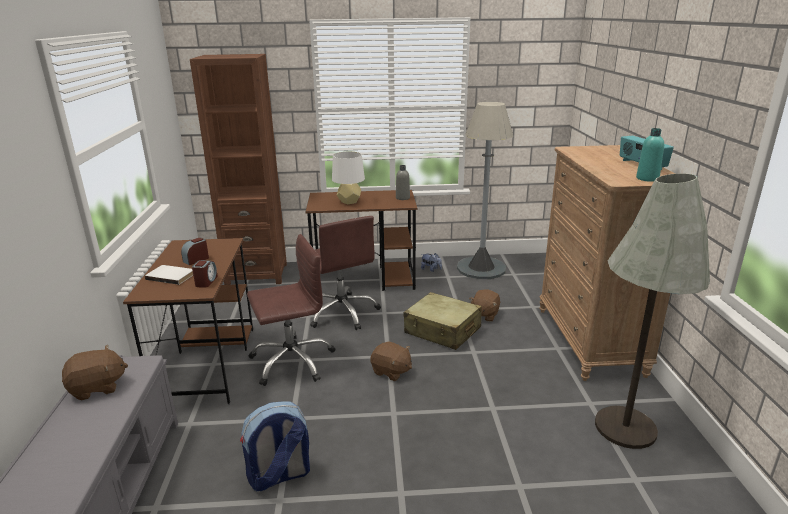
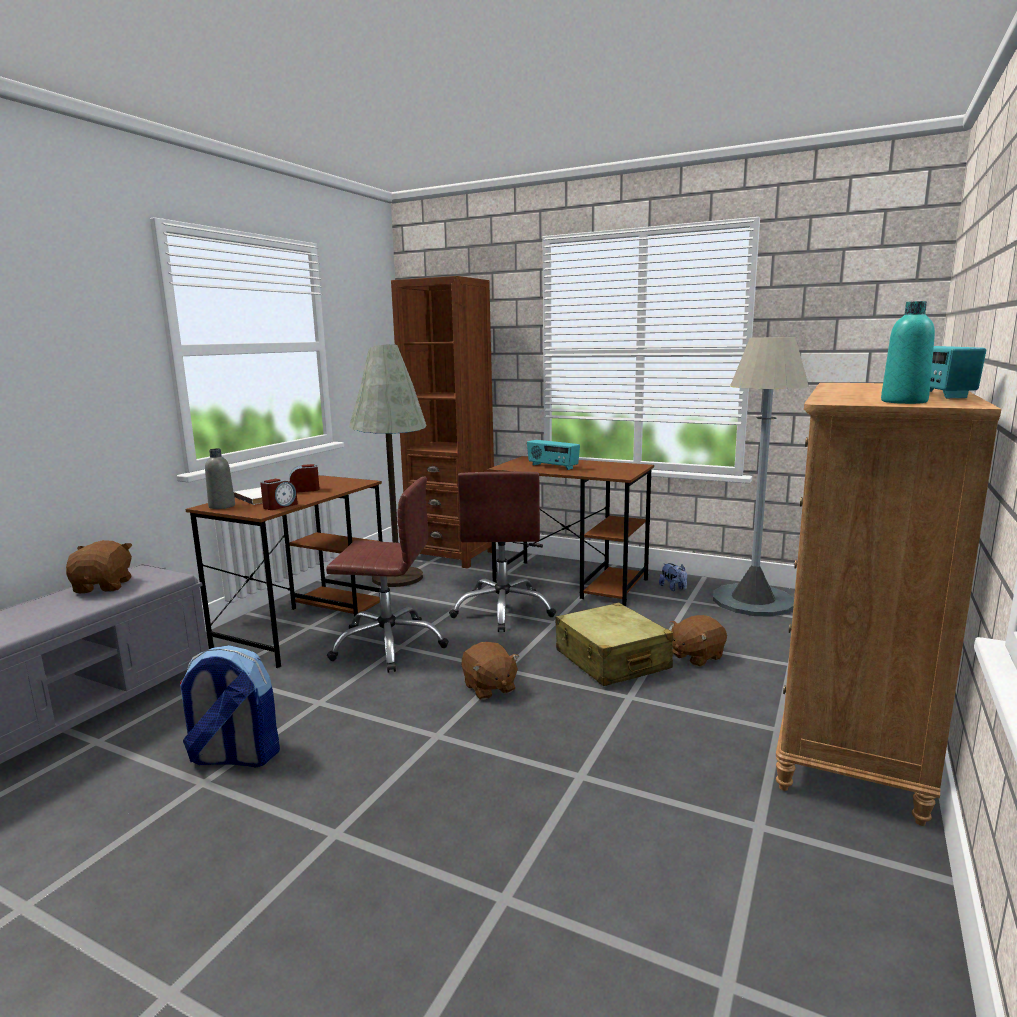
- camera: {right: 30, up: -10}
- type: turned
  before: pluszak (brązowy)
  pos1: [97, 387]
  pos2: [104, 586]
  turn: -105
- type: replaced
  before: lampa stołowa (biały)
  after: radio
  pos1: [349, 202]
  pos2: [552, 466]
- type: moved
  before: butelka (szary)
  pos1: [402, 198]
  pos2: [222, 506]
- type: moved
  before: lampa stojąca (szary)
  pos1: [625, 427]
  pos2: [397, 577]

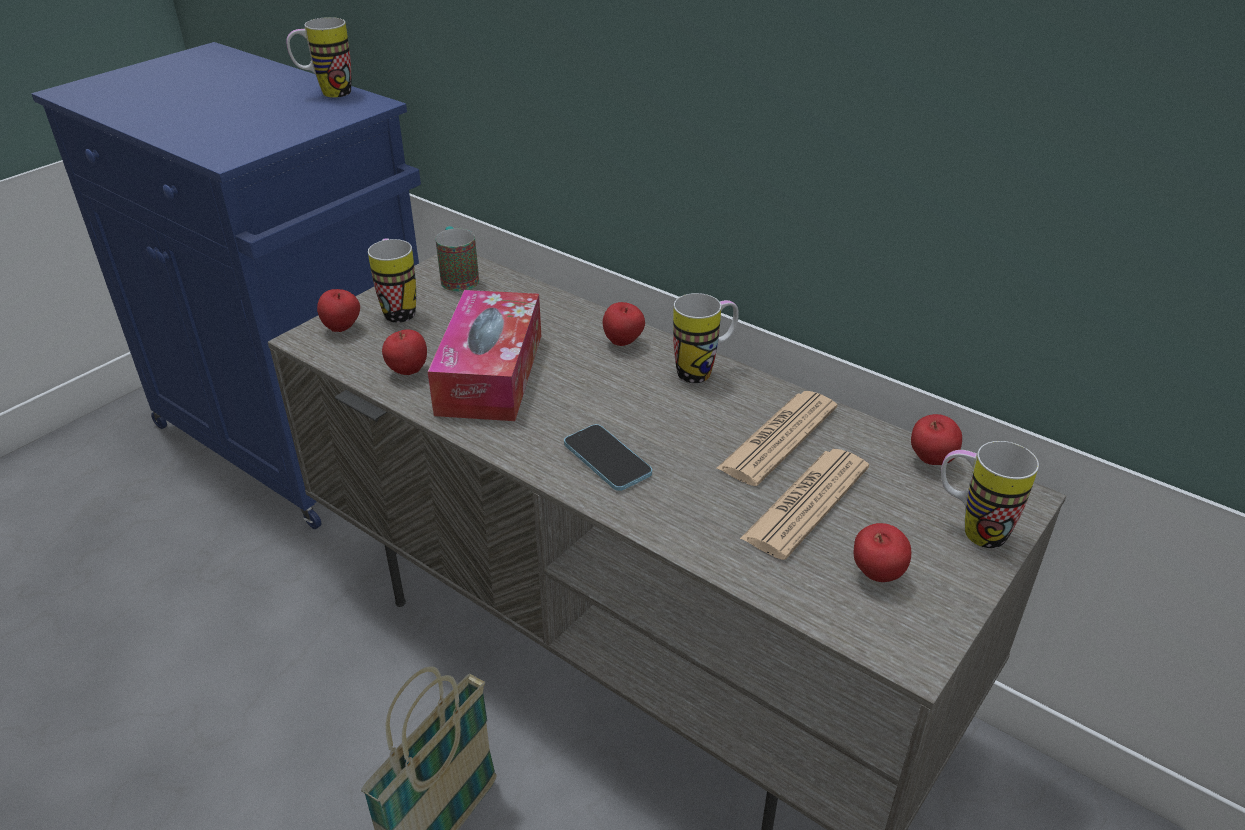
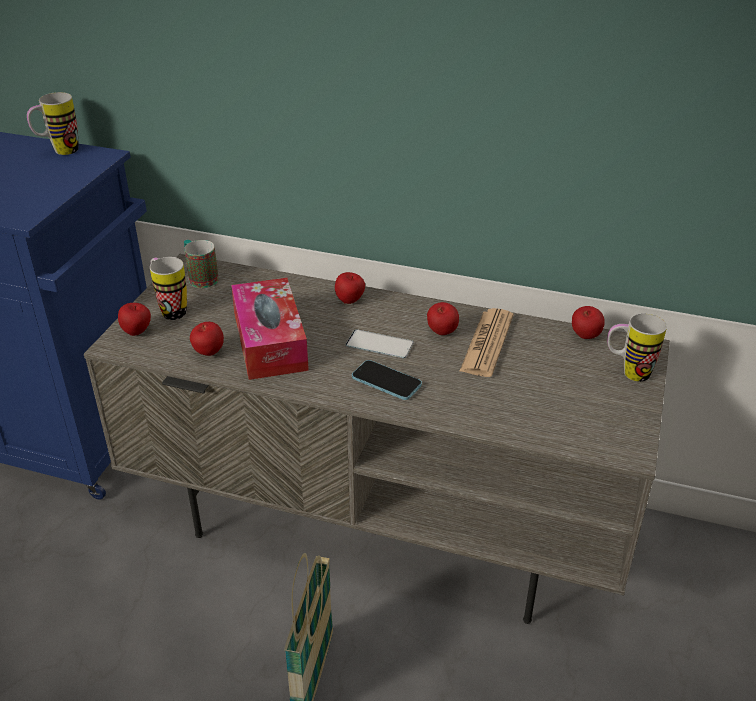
- camera: {right: -20, up: 0}
- type: removed
  before: kubek
  pos1: [704, 371]
- type: removed
  before: gazeta
  pos1: [806, 503]
- type: moved
  before: jabłko
  pos1: [876, 575]
  pos2: [441, 333]
- type: added
  after: telefon
  pos2: [379, 344]

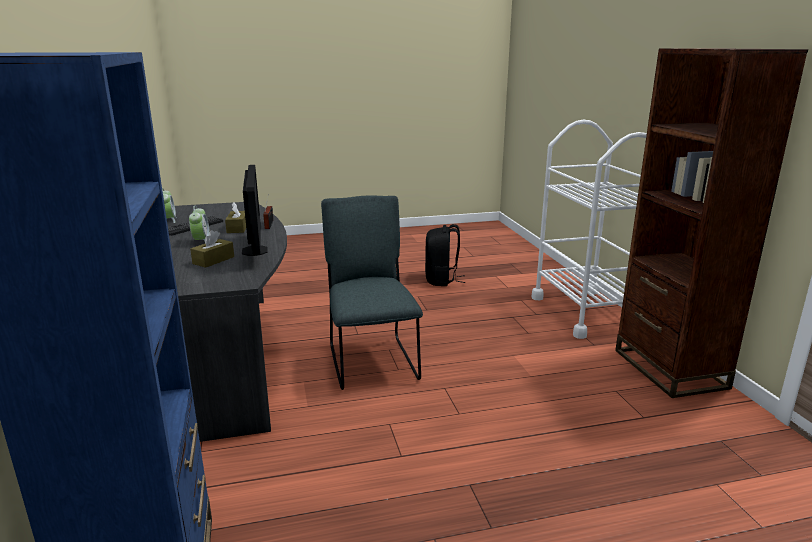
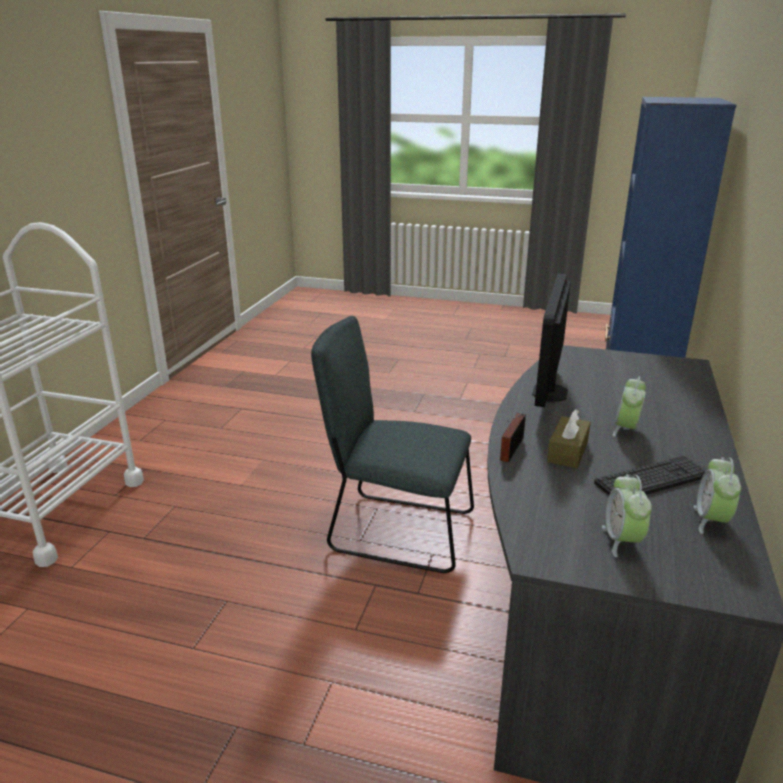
- camera: {right: -150, up: 5}
- type: removed
  before: pudełko chusteczek (brązowy)
  pos1: [213, 260]
- type: turned
  before: krzesło (szary)
  pos1: [371, 360]
  pos2: [395, 530]
  turn: 90
- type: removed
  before: plecak (czarny)
  pos1: [442, 280]
- type: removed
  before: regał (brązowy)
  pos1: [669, 369]
- type: added
  after: budzik
  pos2: [622, 541]

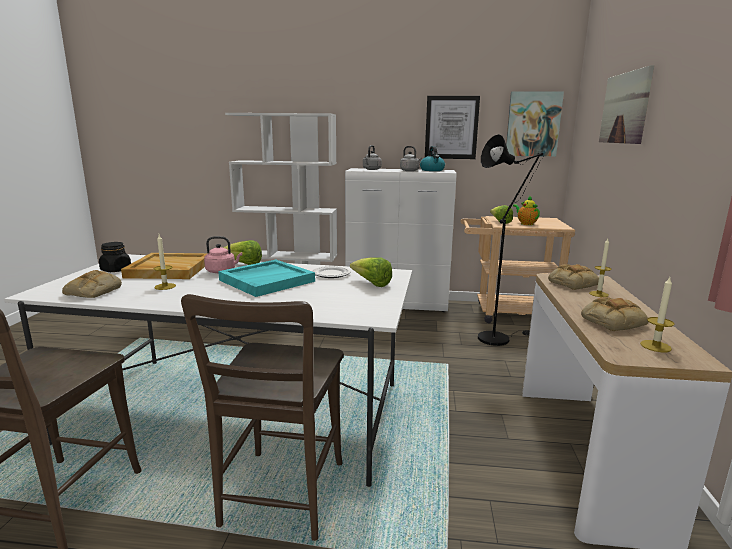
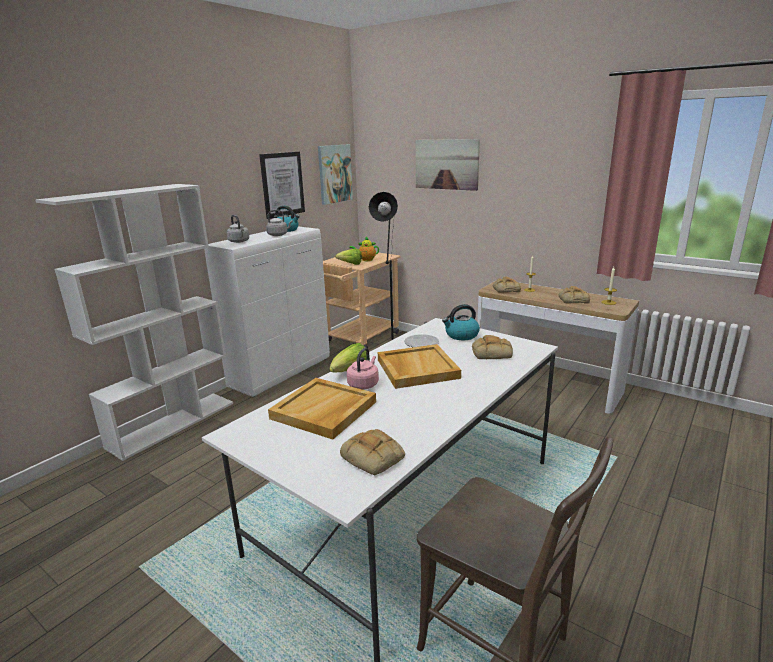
- camera: {right: -60, up: 5}
- type: removed
  before: słoik (czarny)
  pos1: [116, 270]
- type: removed
  before: świeca
  pos1: [165, 286]
- type: removed
  before: krzesło (brązowy)
  pos1: [281, 498]
- type: recoloured
  before: taca (turkusowy)
  after: taca (beżowy)
  pos1: [267, 280]
  pos2: [416, 368]
- type: replaced
  before: sałata
  after: czajnik
  pos1: [372, 284]
  pos2: [461, 335]
- type: added
  after: chleb
  pos2: [492, 353]

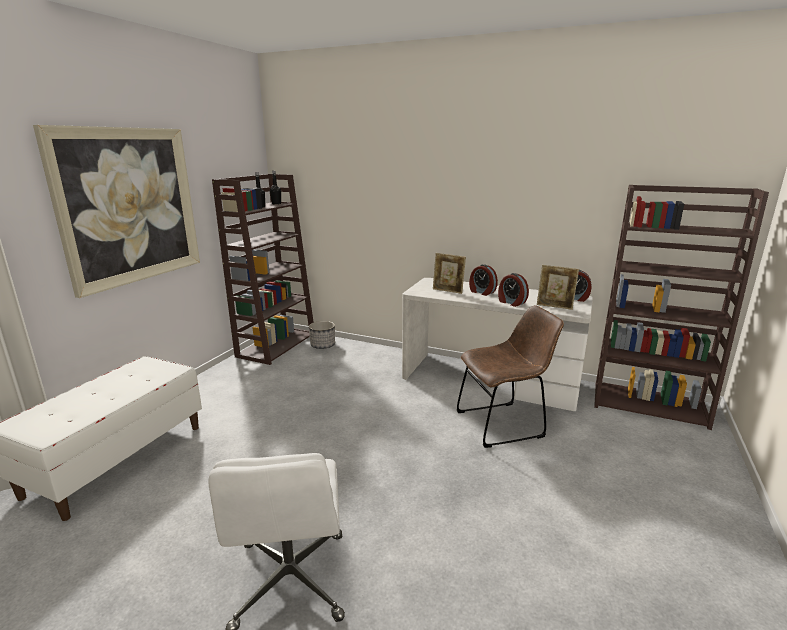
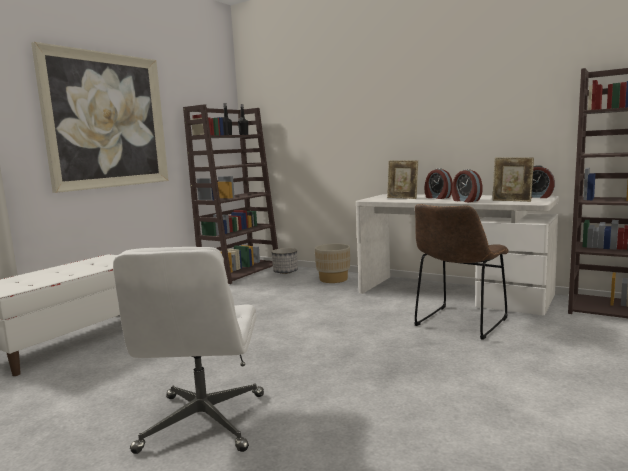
- camera: {right: 10, up: -10}
- type: turned
  before: krzesło (brązowy)
  pos1: [503, 423]
  pos2: [459, 324]
  turn: 135
- type: added
  after: donica (beżowy)
  pos2: [333, 279]

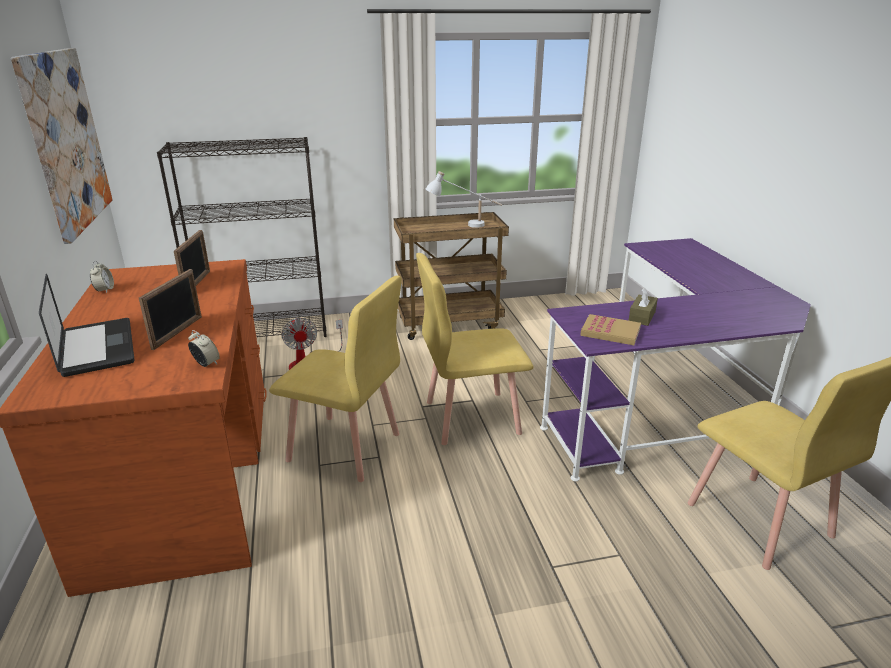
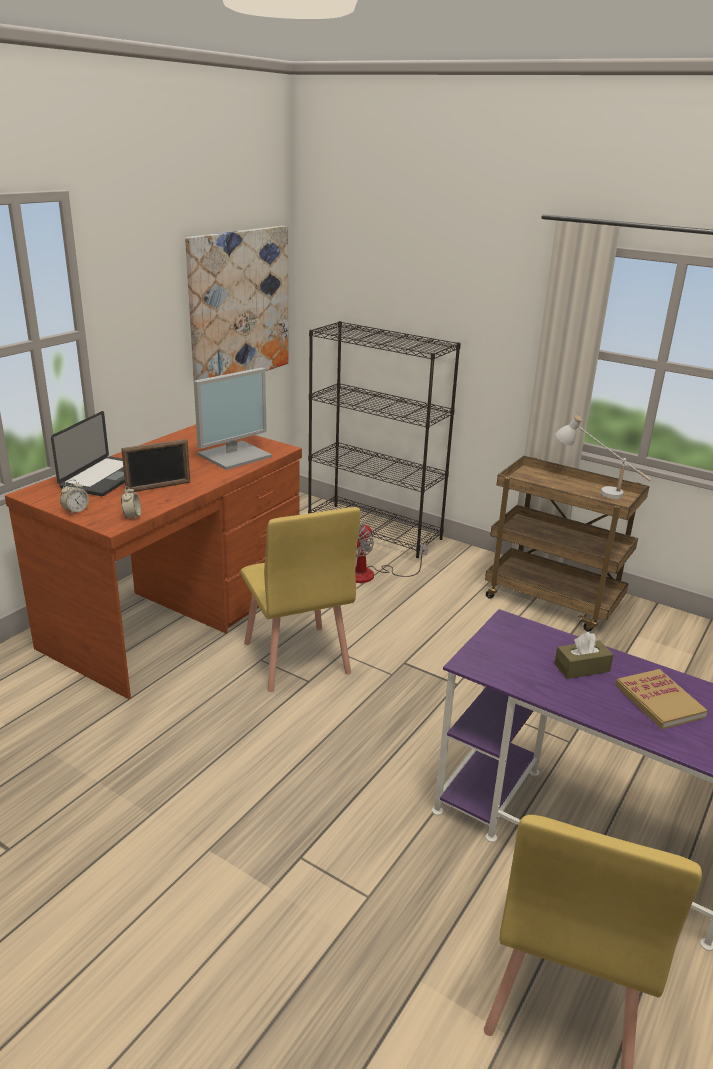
- camera: {right: 45, up: 0}
- type: moved
  before: budzik
  pos1: [105, 290]
  pos2: [75, 511]
- type: replaced
  before: ramka na zdjęcie
  after: monitor
  pos1: [197, 283]
  pos2: [235, 455]
- type: removed
  before: krzesło (żółty)
  pos1: [471, 417]
- type: moved
  before: książka
  pos1: [610, 332]
  pos2: [659, 701]

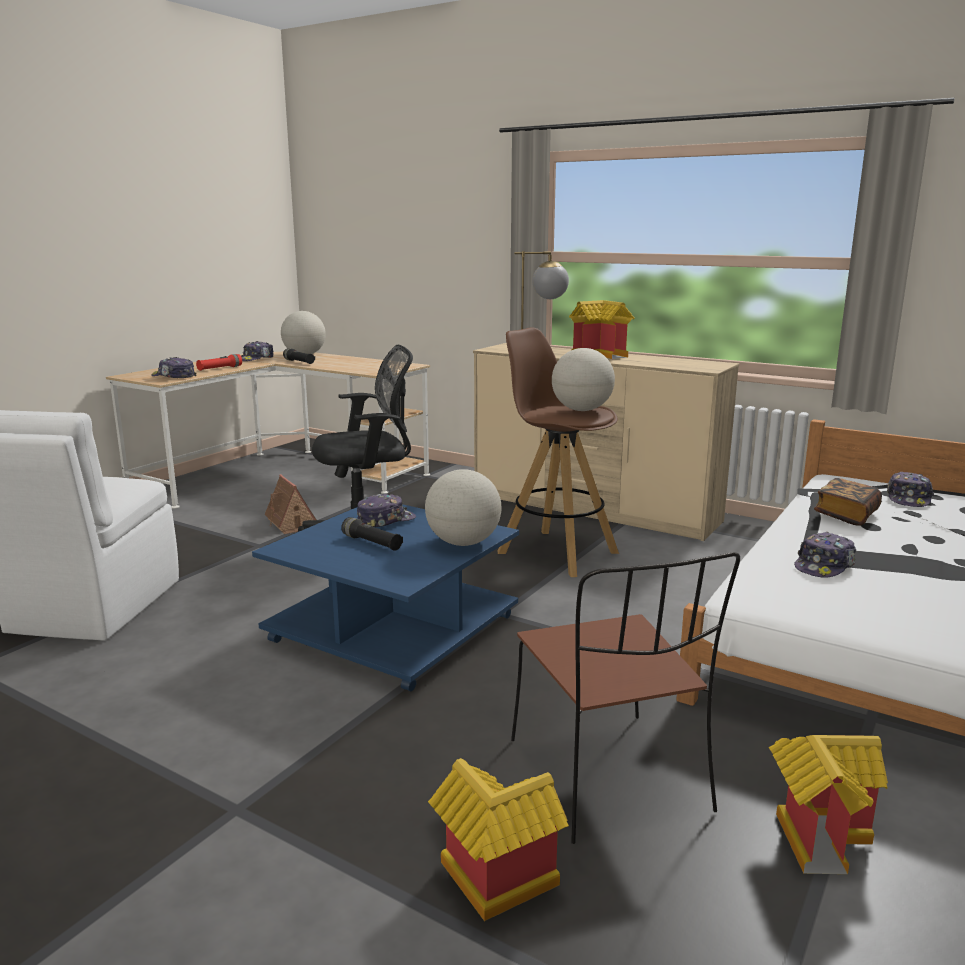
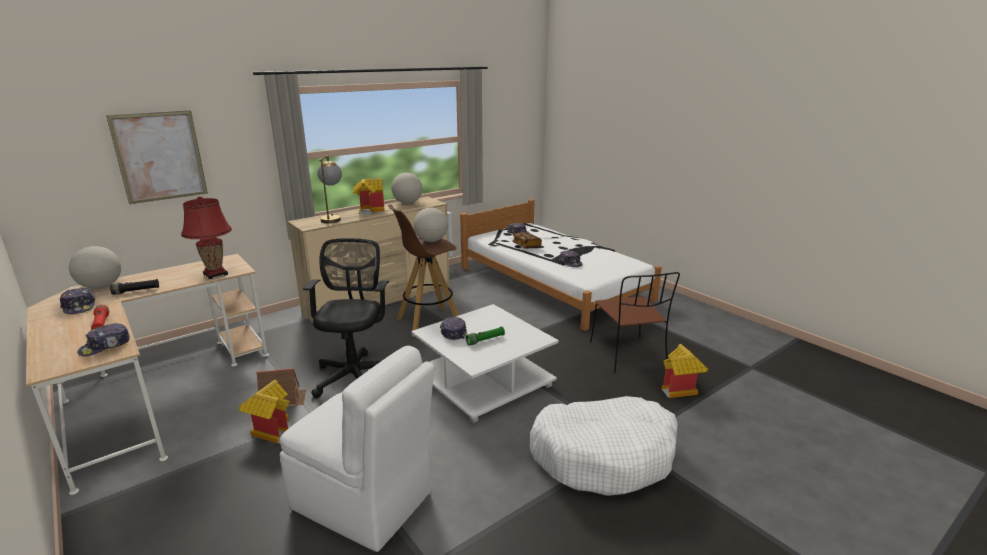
- camera: {right: -70, up: 5}
- type: recoloured
  before: ława (niebieski)
  after: ława (biały)
  pos1: [390, 629]
  pos2: [483, 383]
- type: recoloured
  before: latarka (czarny)
  after: latarka (zielony)
  pos1: [372, 543]
  pos2: [485, 340]
- type: moved
  before: globus
  pos1: [463, 543]
  pos2: [408, 203]
- type: turned
  before: krzesło (brązowy)
  pos1: [610, 778]
  pos2: [628, 355]
  turn: 75
- type: moved
  before: domek
  pos1: [818, 834]
  pos2: [270, 429]
- type: added
  after: obraz
  pos2: [160, 156]
- type: added
  after: lampa stołowa (czerwony)
  pos2: [215, 274]
- type: added
  after: legowisko (biały)
  pos2: [604, 455]

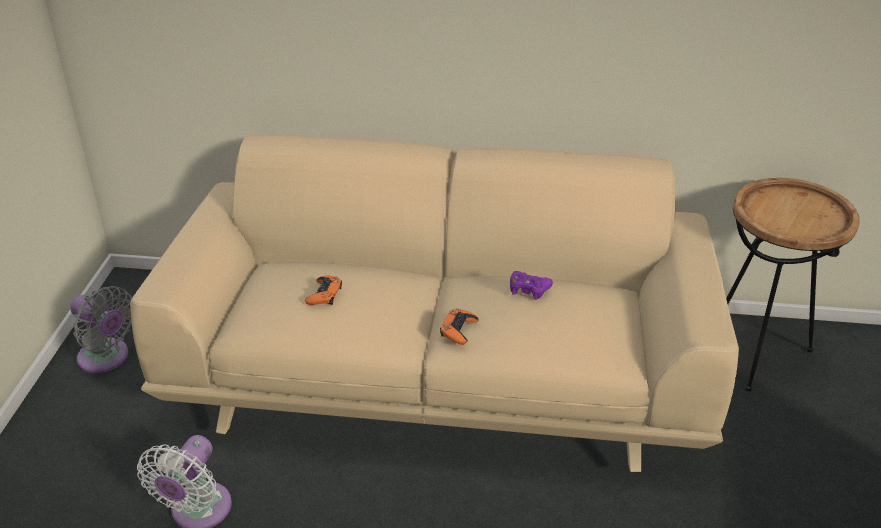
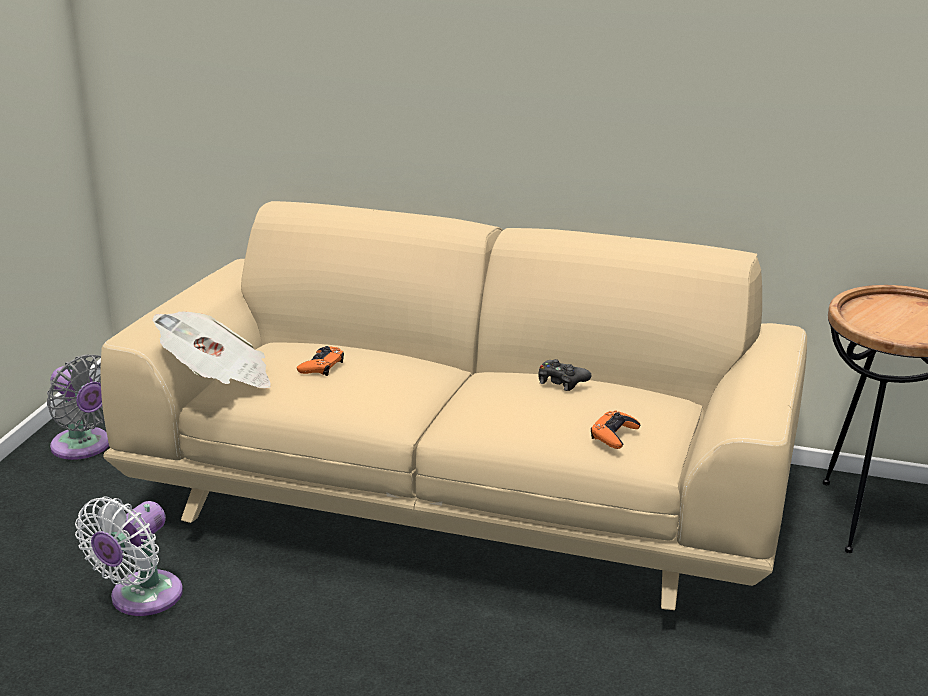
- camera: {right: 10, up: -10}
- type: moved
  before: pad do gier (pomarańczowy)
  pos1: [458, 330]
  pos2: [614, 435]
- type: recoloured
  before: pad do gier (fioletowy)
  after: pad do gier (czarny)
  pos1: [528, 289]
  pos2: [561, 381]
- type: added
  after: gazeta
  pos2: [218, 378]

